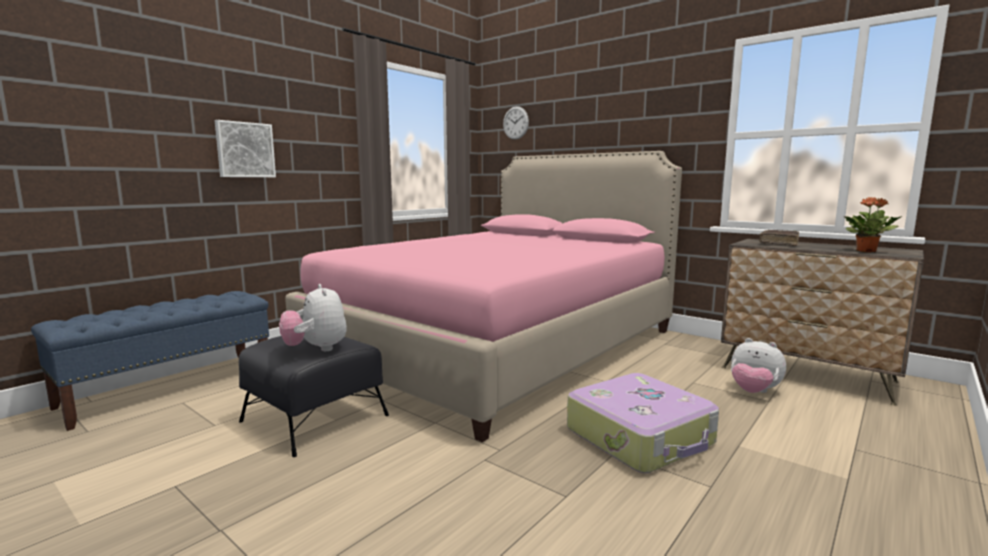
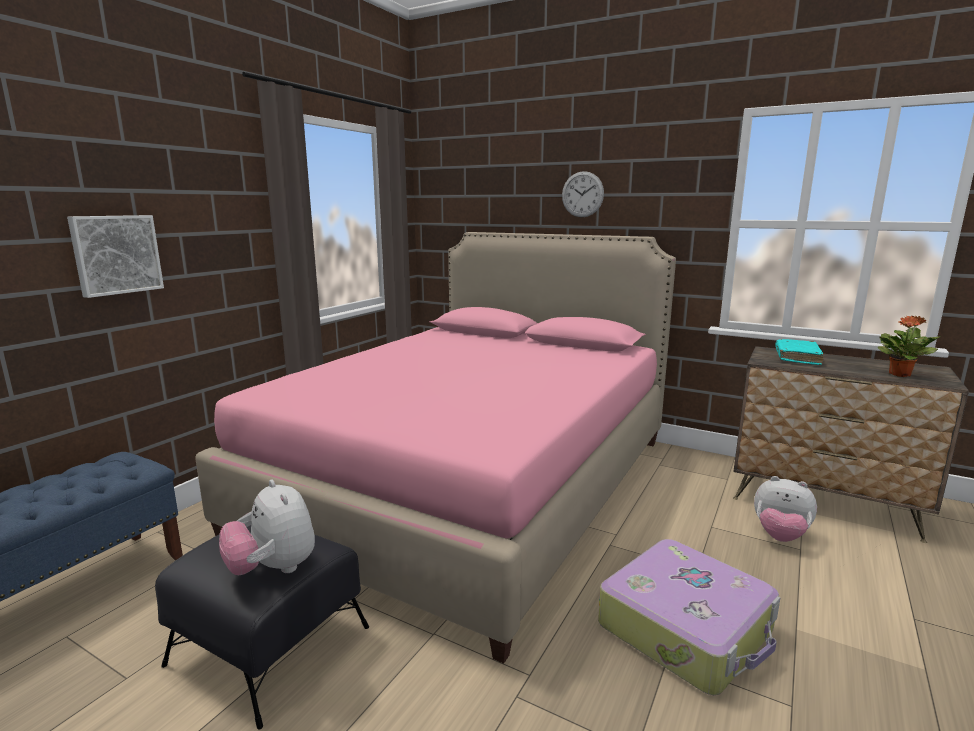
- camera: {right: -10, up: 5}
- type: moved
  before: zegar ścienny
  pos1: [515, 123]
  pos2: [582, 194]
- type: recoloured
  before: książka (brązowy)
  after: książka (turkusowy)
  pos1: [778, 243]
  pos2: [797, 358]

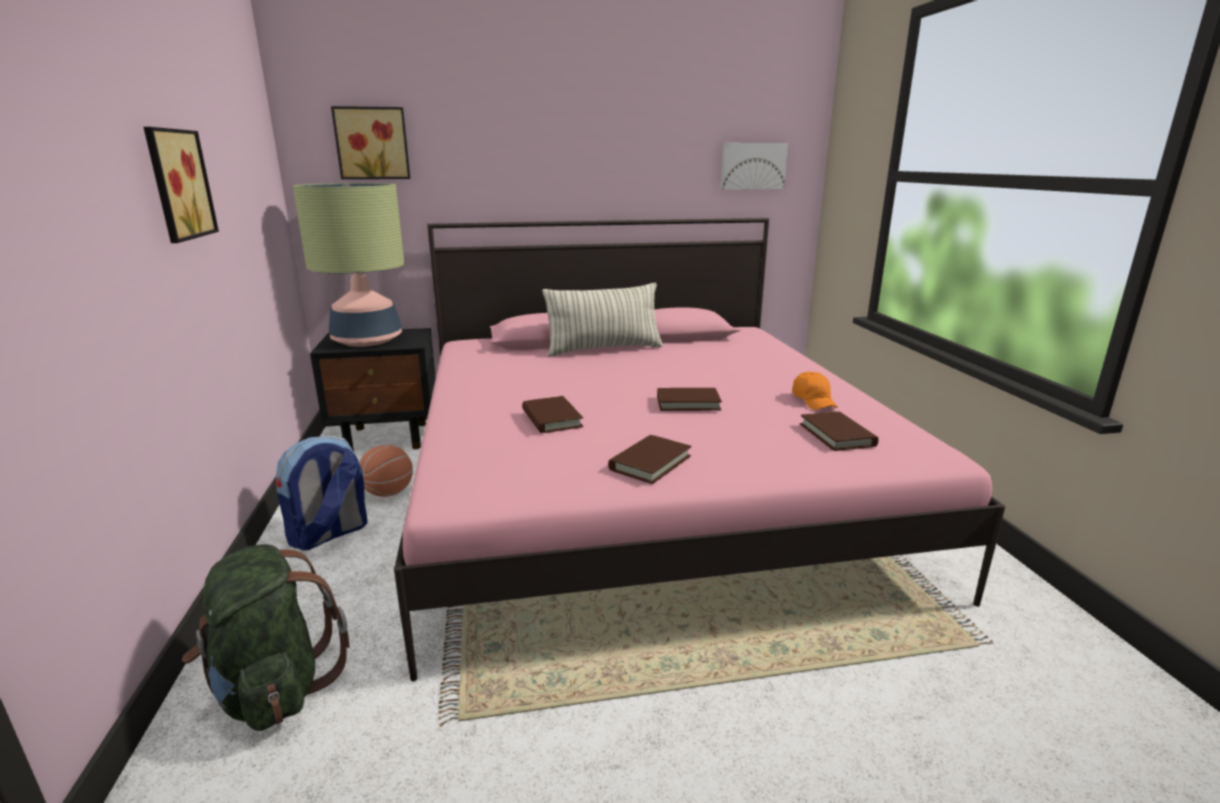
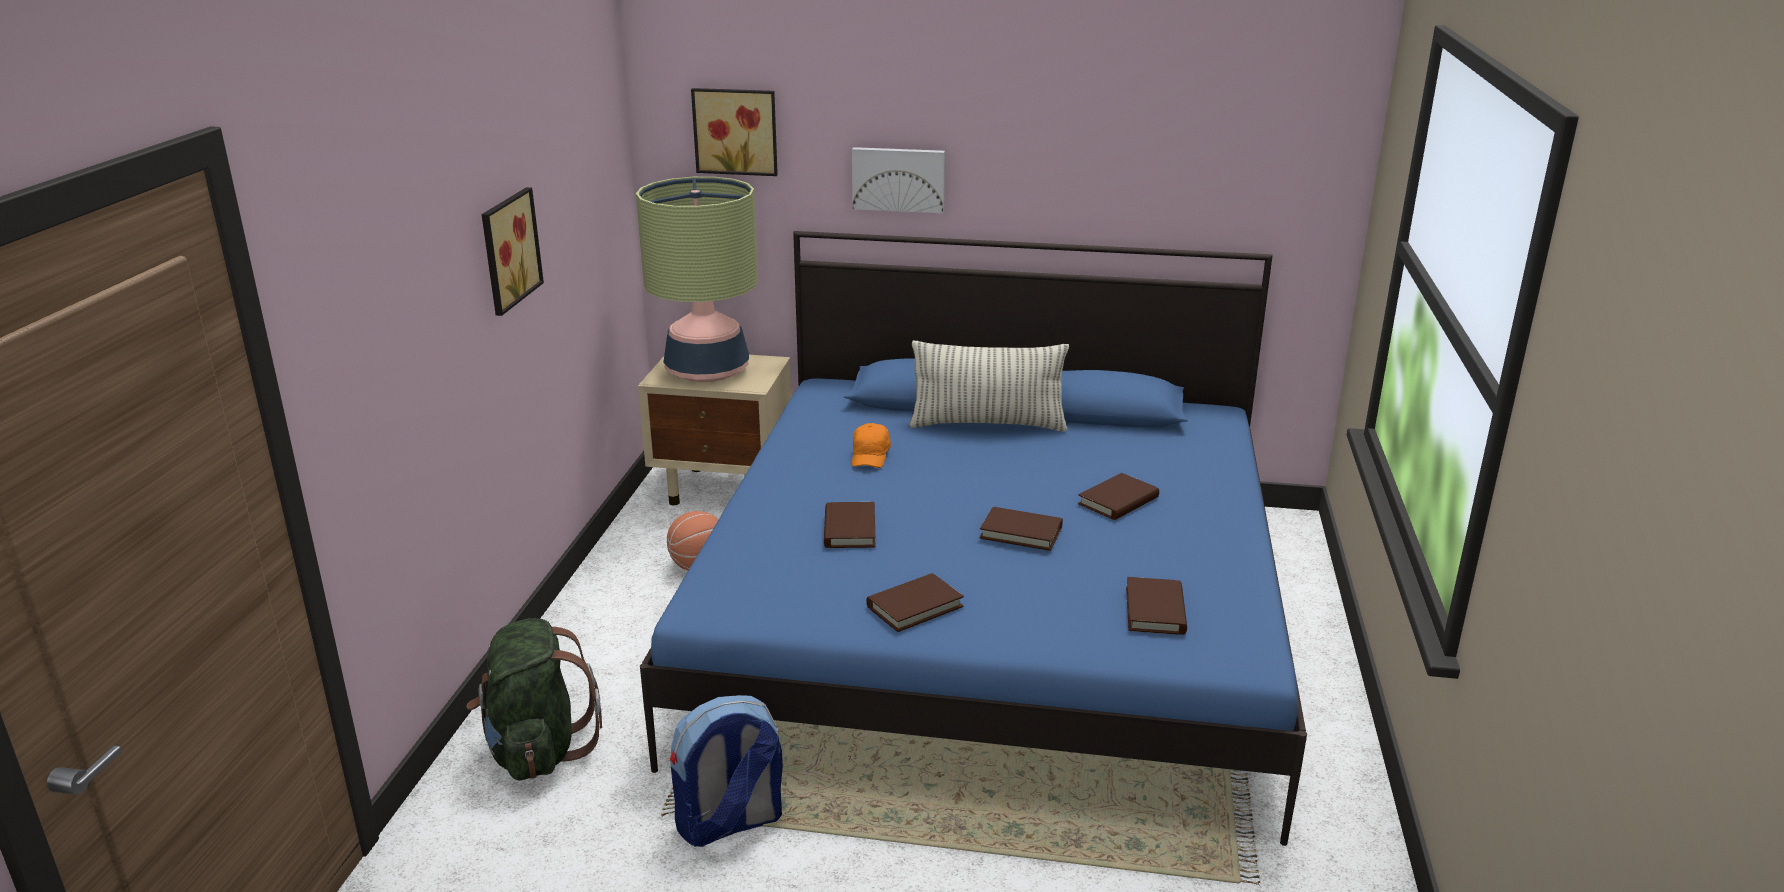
- camera: {right: 20, up: 5}
- type: moved
  before: plecak
  pos1: [329, 534]
  pos2: [730, 824]
- type: recoloured
  before: szafka nocna (czarny)
  after: szafka nocna (beżowy)
  pos1: [389, 437]
  pos2: [725, 489]
- type: recoloured
  before: łóżko (różowy)
  after: łóżko (niebieski)
  pos1: [644, 488]
  pos2: [992, 618]
- type: moved
  before: obraz
  pos1: [752, 166]
  pos2: [899, 179]
- type: moved
  before: czapka z daszkiem (pomarańczowy)
  pos1: [814, 401]
  pos2: [870, 456]
- type: added
  after: książka (brązowy)
  pos2: [1118, 501]

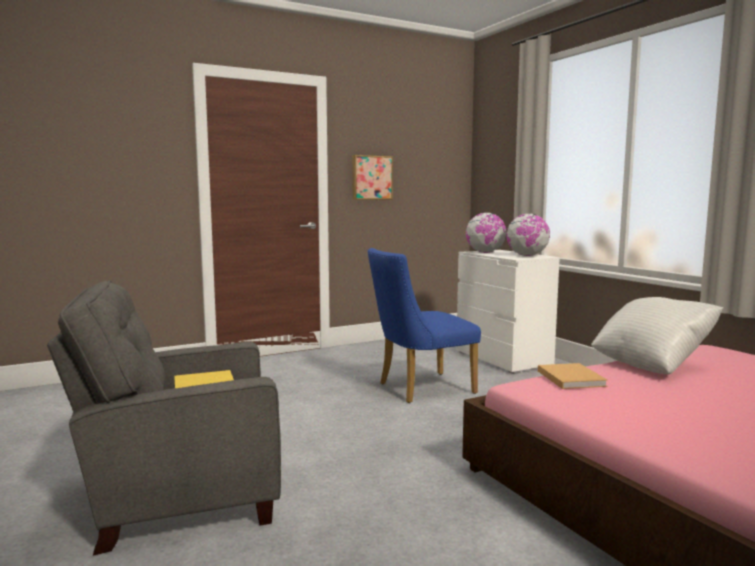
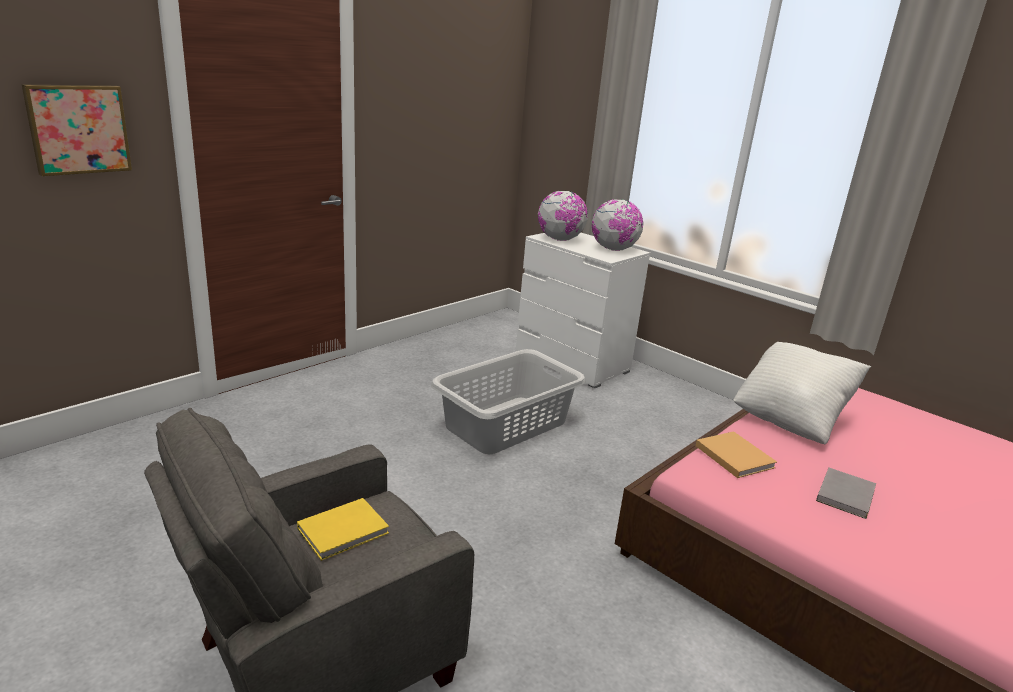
- camera: {right: -20, up: 15}
- type: moved
  before: obraz
  pos1: [371, 177]
  pos2: [78, 129]
- type: replaced
  before: krzesło (niebieski)
  after: kosz na pranie (szary)
  pos1: [419, 389]
  pos2: [505, 424]
- type: added
  after: książka (szary)
  pos2: [846, 494]

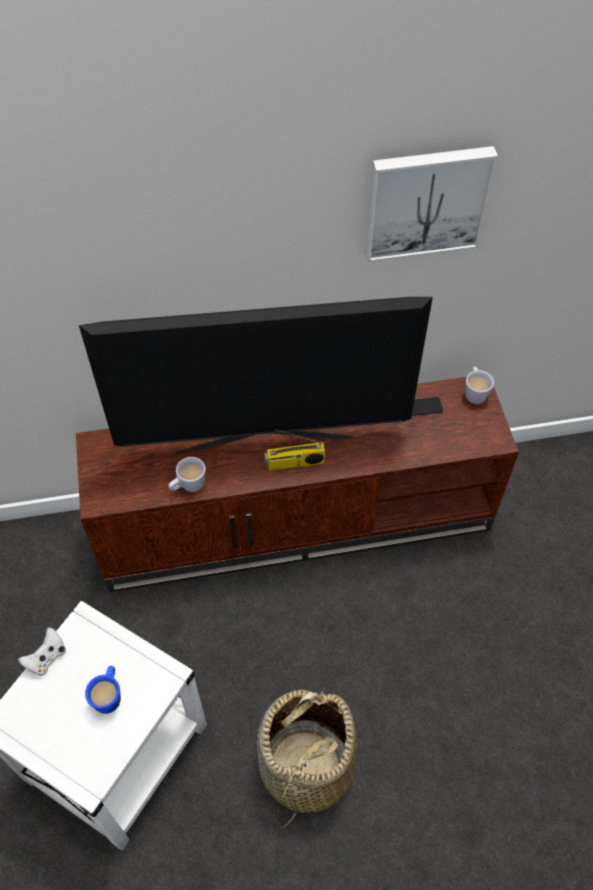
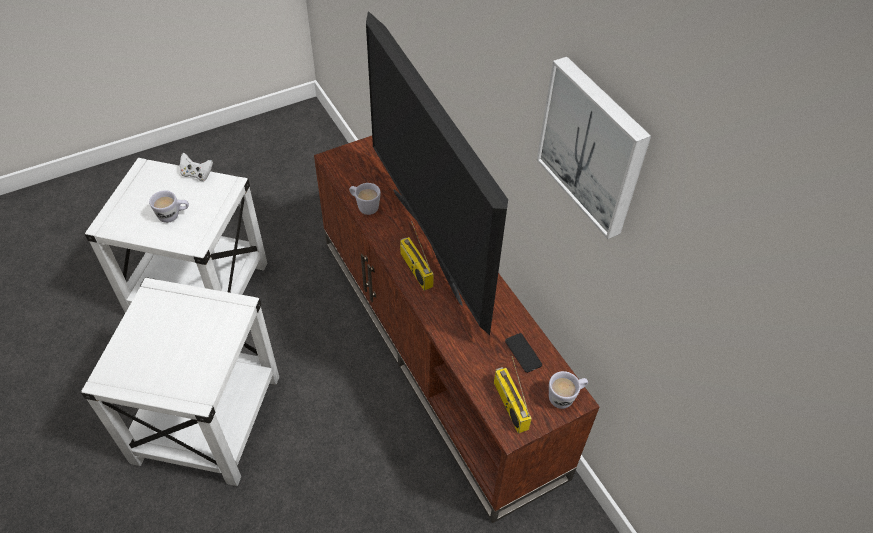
- camera: {right: 70, up: -5}
- type: recoloured
  before: kubek (niebieski)
  after: kubek (biały)
  pos1: [109, 695]
  pos2: [173, 216]
- type: replaced
  before: koszyk
  after: stolik (biały)
  pos1: [305, 767]
  pos2: [208, 418]
- type: added
  after: radio
  pos2: [509, 405]

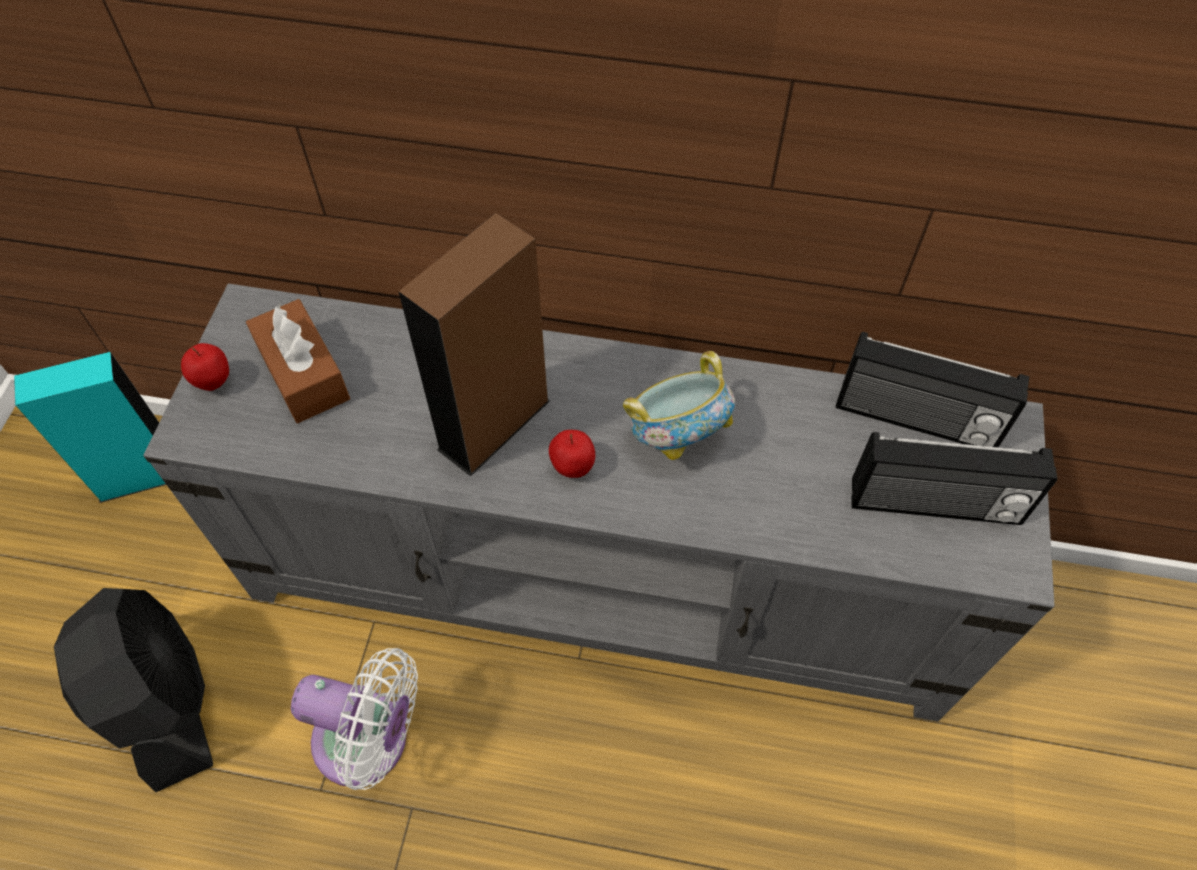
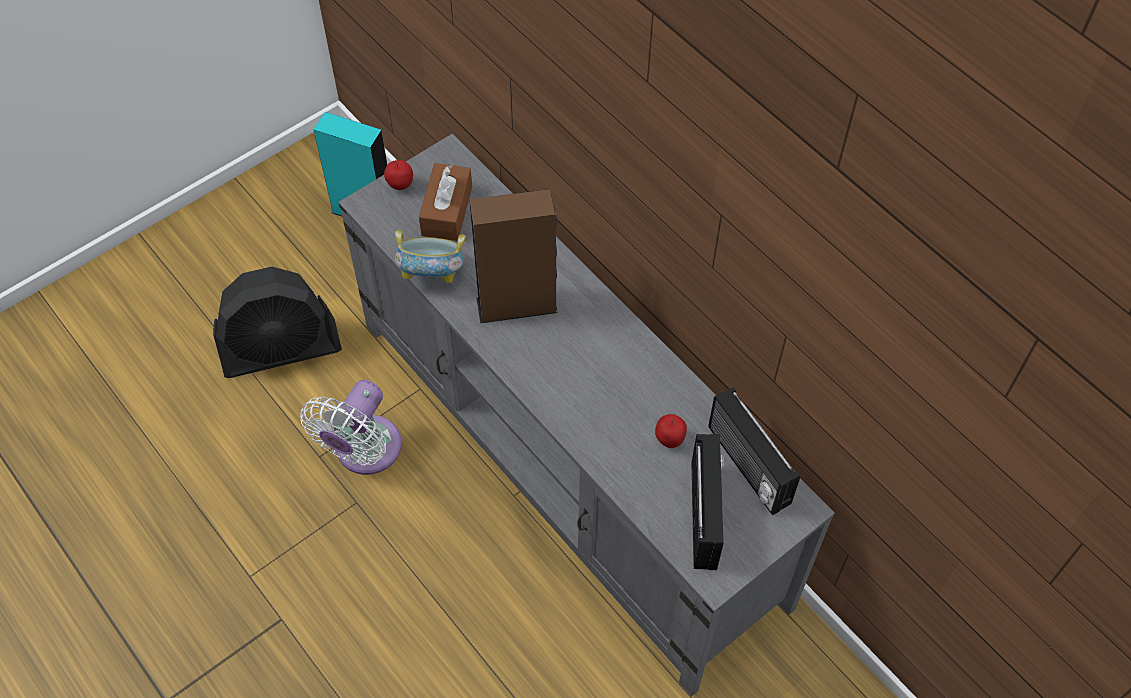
- camera: {right: 40, up: 0}
- type: turned
  before: wentylator (czarny)
  pos1: [165, 700]
  pos2: [281, 349]
  turn: 60
- type: turned
  before: wentylator (biały)
  pos1: [370, 742]
  pos2: [364, 452]
  turn: 60
- type: moved
  before: jabłko
  pos1: [572, 468]
  pos2: [669, 440]
- type: moved
  before: miska
  pos1: [677, 435]
  pos2: [432, 274]
- type: turned
  before: radio
  pos1: [935, 505]
  pos2: [706, 515]
  turn: -135

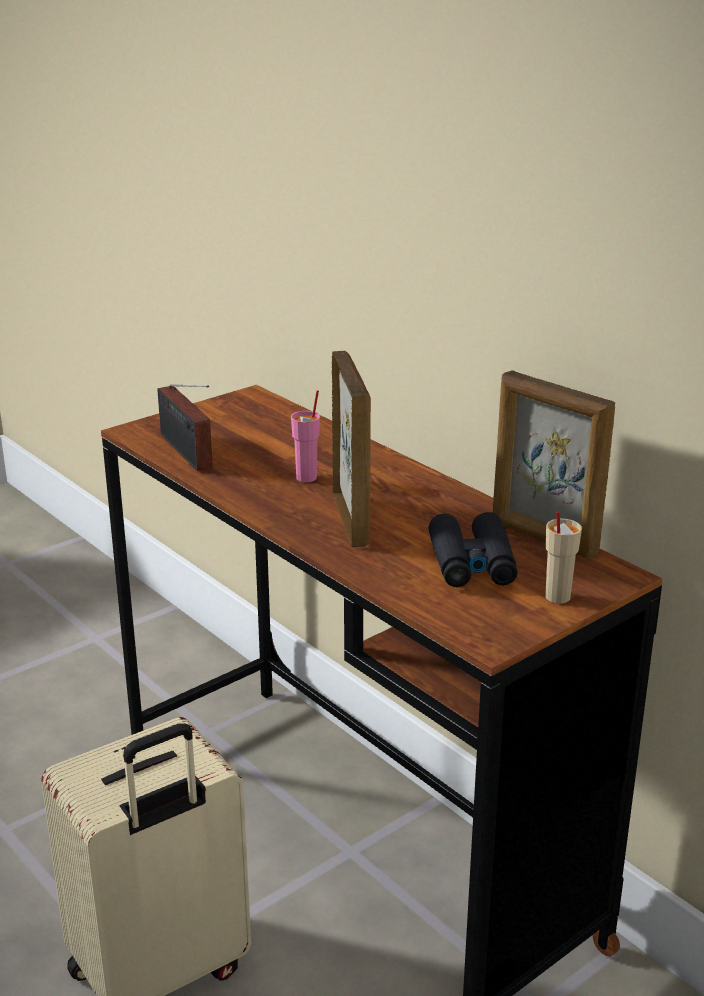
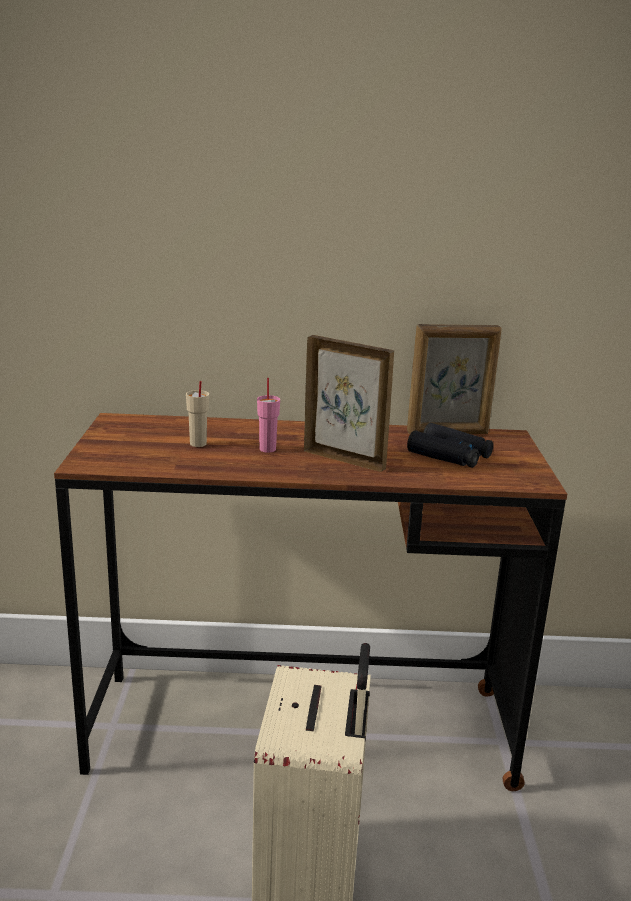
- camera: {right: -50, up: -5}
- type: removed
  before: radio
  pos1: [187, 453]
- type: moved
  before: filiżanka (beżowy)
  pos1: [556, 597]
  pos2: [198, 444]

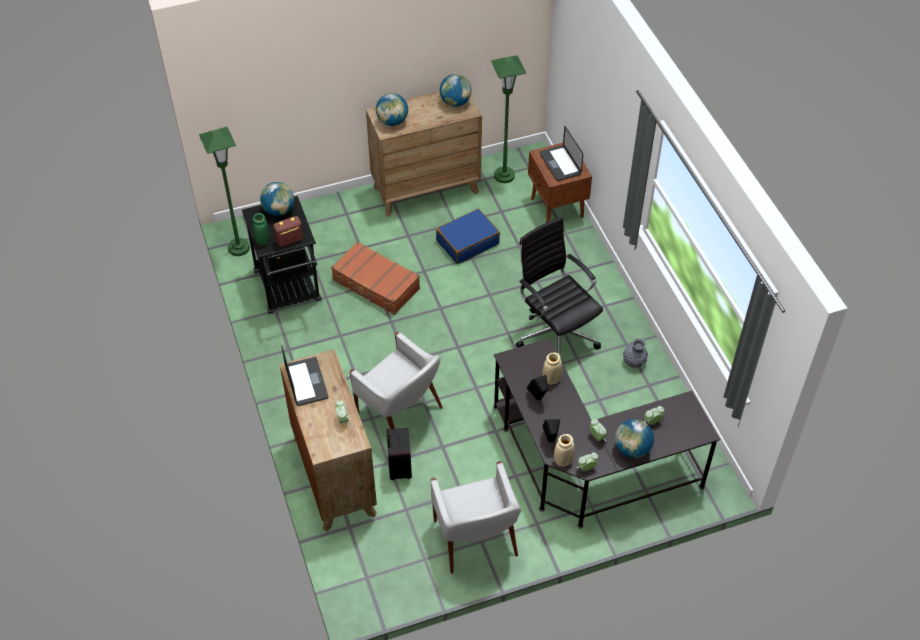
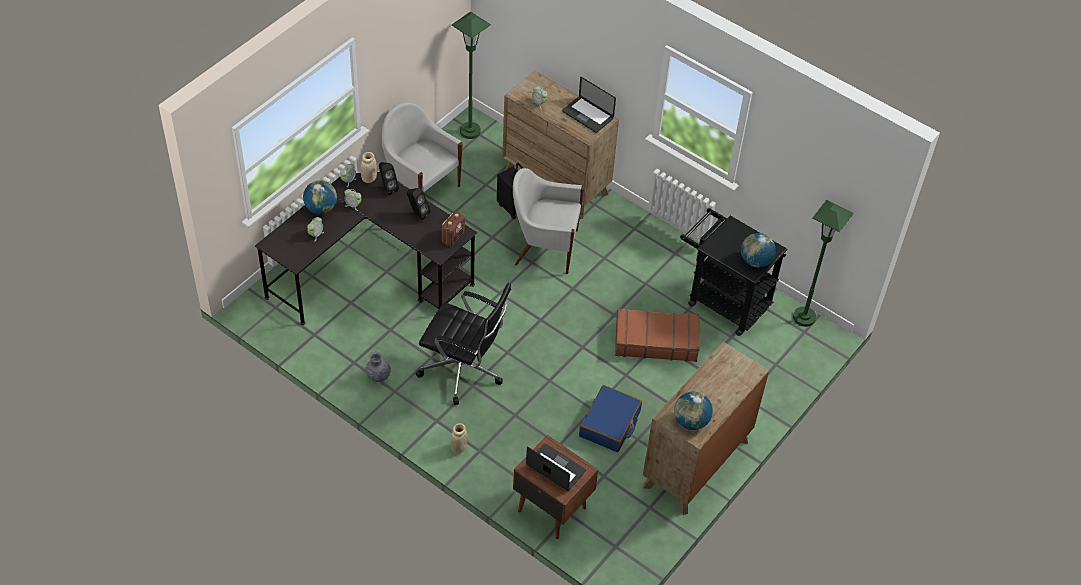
- camera: {right: 145, up: 0}
- type: removed
  before: wazon (zielony)
  pos1: [263, 240]
- type: moved
  before: radio
  pos1: [289, 240]
  pos2: [453, 237]
- type: removed
  before: globus
  pos1: [392, 121]
- type: moved
  before: lampa stojąca (zielony)
  pos1: [504, 176]
  pos2: [470, 131]
- type: moved
  before: wazon (beżowy)
  pos1: [551, 379]
  pos2: [458, 448]

